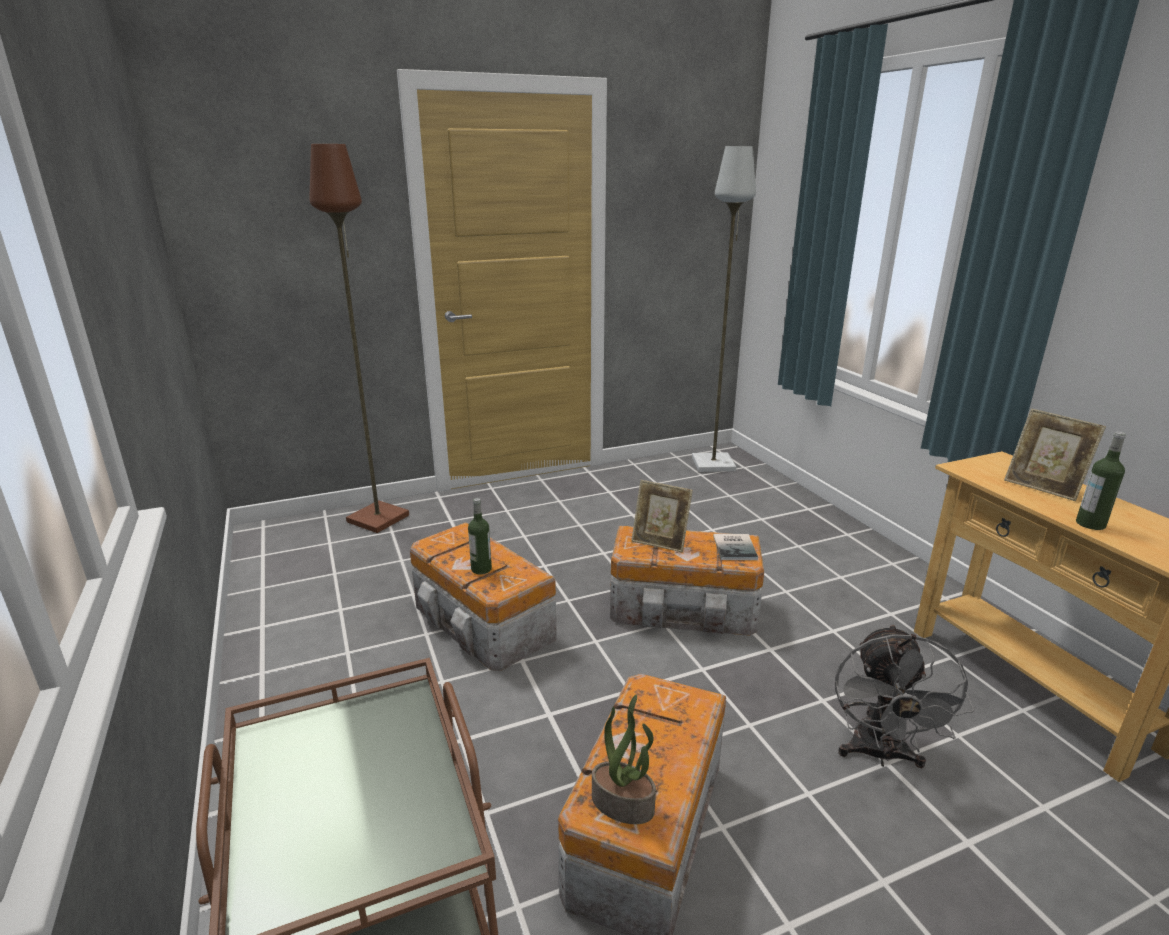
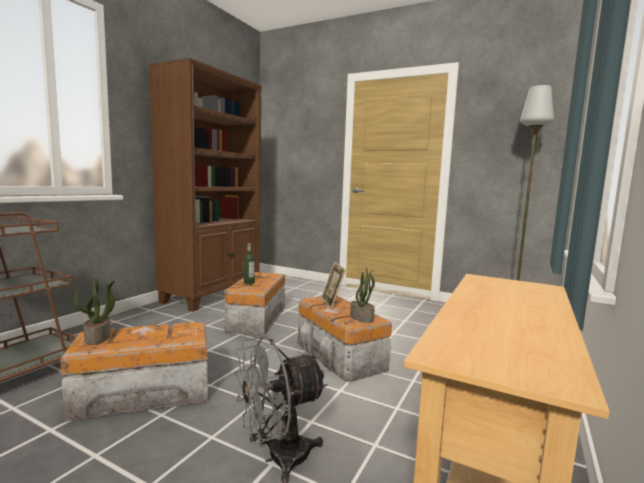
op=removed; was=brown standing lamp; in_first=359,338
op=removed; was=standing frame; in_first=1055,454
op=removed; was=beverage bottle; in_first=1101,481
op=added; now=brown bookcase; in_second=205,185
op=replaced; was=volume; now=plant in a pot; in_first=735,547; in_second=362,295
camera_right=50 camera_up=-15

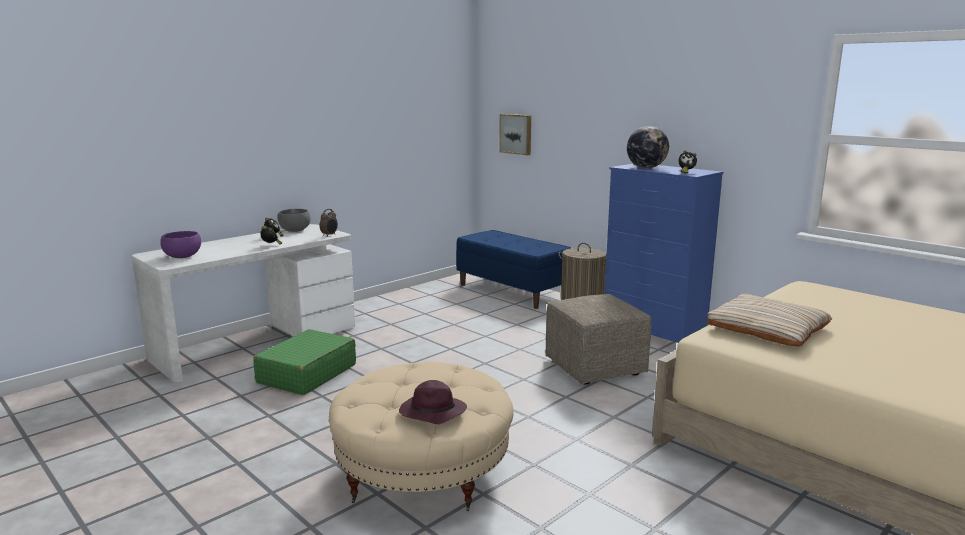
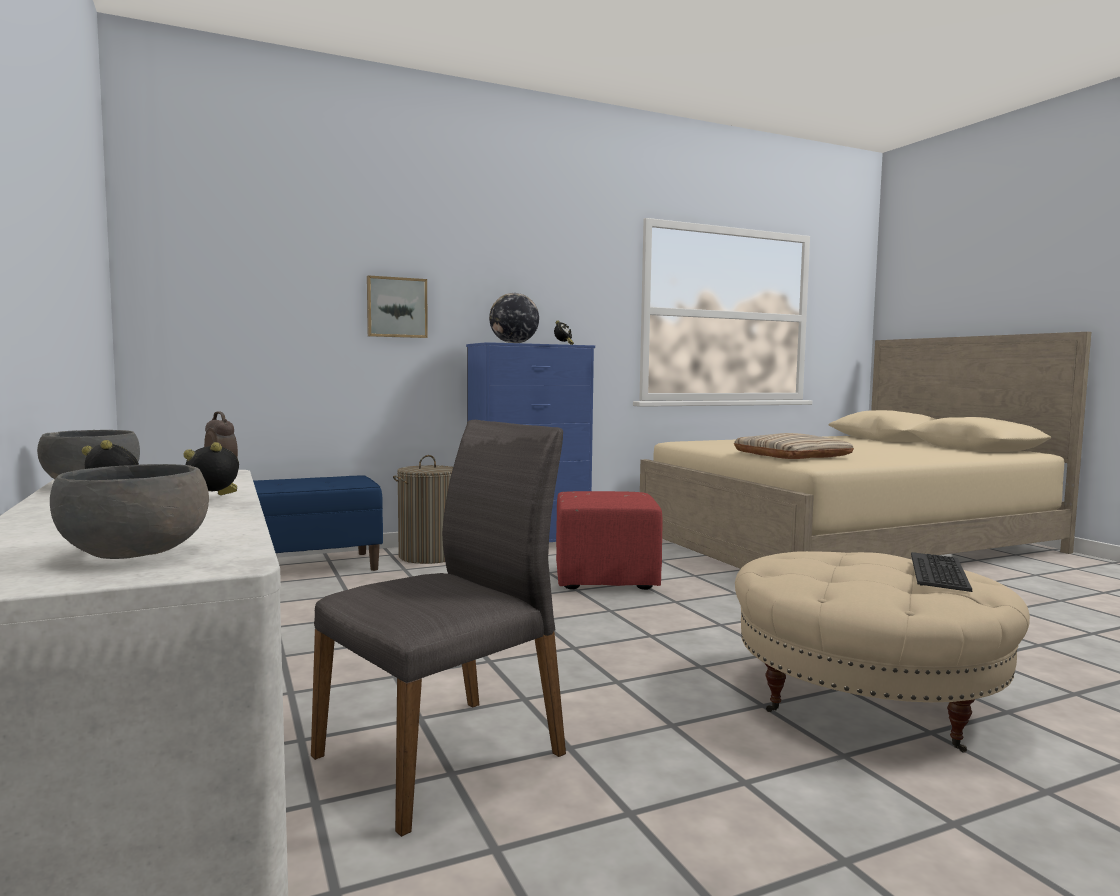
op=moved; was=wall art; in_first=515,134; in_second=397,306
op=replaced; was=green piece of luggage; now=grey upright chair; in_first=304,362; in_second=438,628
op=replaced; was=purplish wearable hat; now=PC keyboard; in_first=433,402; in_second=941,572
op=recoloured; was=purplish deep dish; now=grey deep dish; in_first=180,244; in_second=129,511
op=recoloured; was=beige-coloured pouffe; now=red pouffe; in_first=598,339; in_second=609,540
camera_right=-70 camera_up=-10

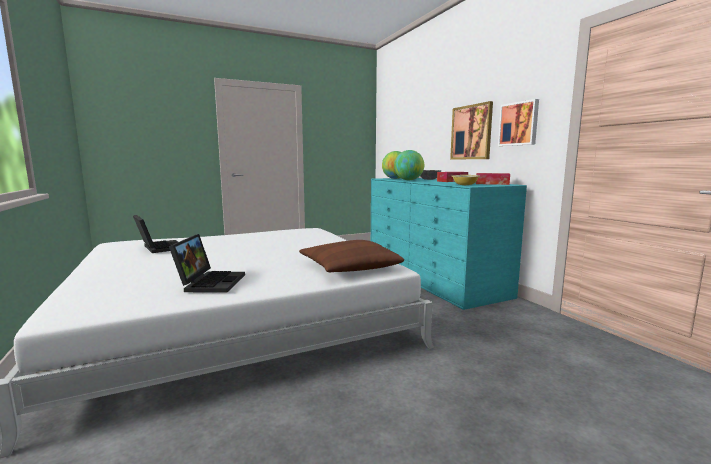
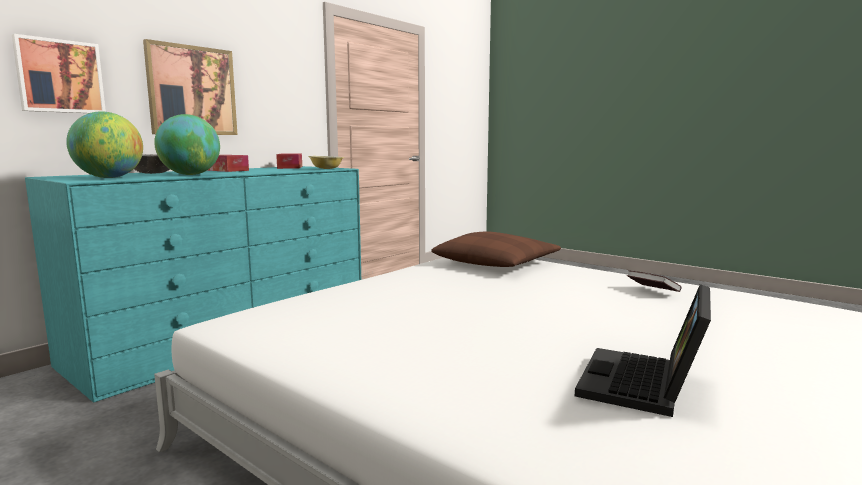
op=moved; was=wall art; in_first=518,122; in_second=59,73
op=replaced; was=portable computer; now=volume; in_first=207,263; in_second=654,281
camera_right=-115 camera_up=0

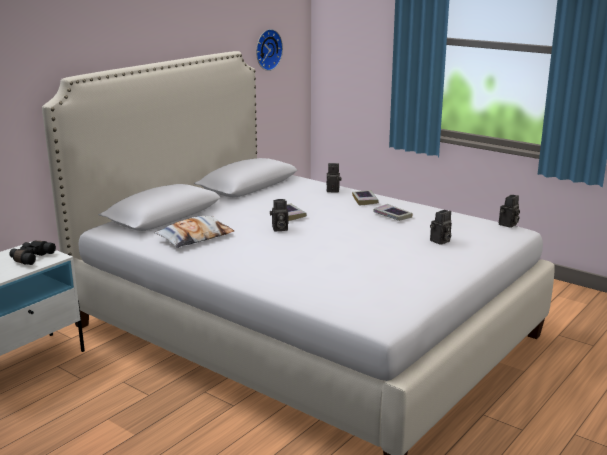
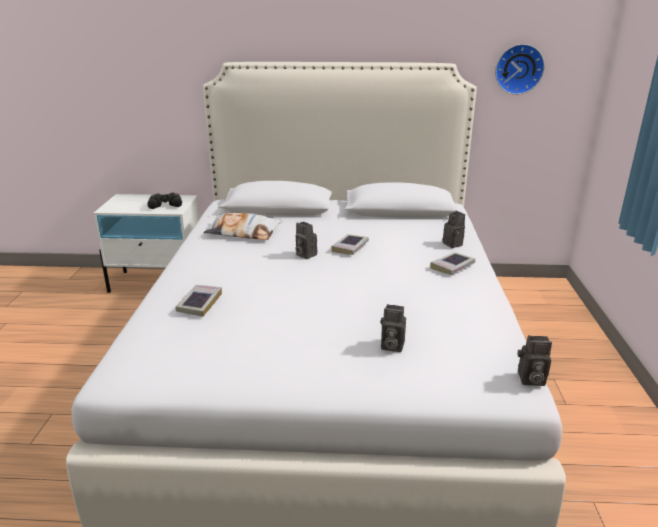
op=moved; was=volume; in_first=393,212; in_second=199,301
camera_right=55 camera_up=5

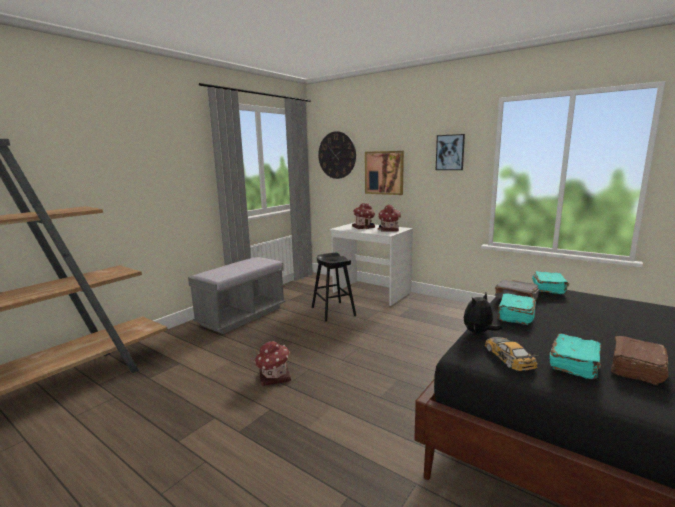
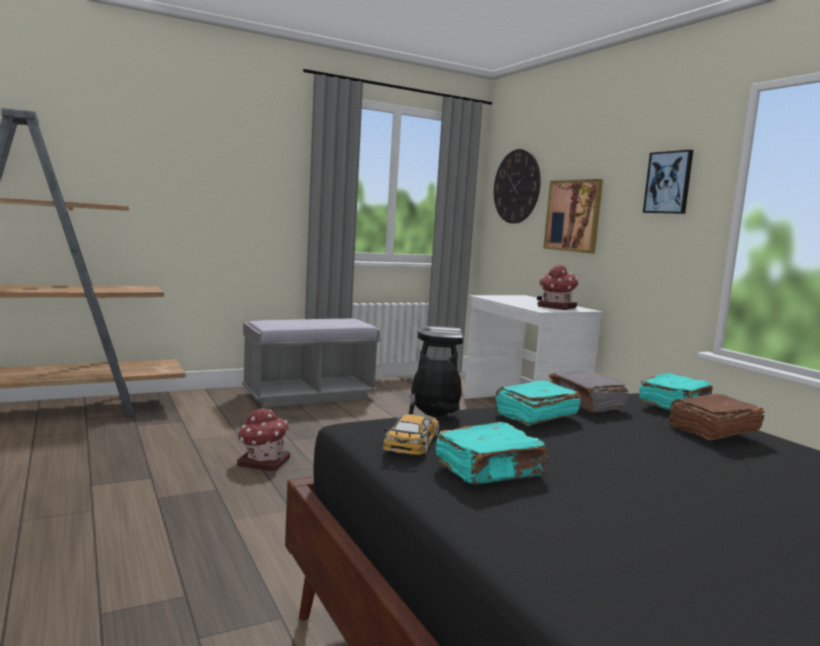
op=removed; was=miniature house; in_first=363,216
op=moved; was=brown volume; in_first=640,360; in_second=716,417
camera_right=25 camera_up=-5

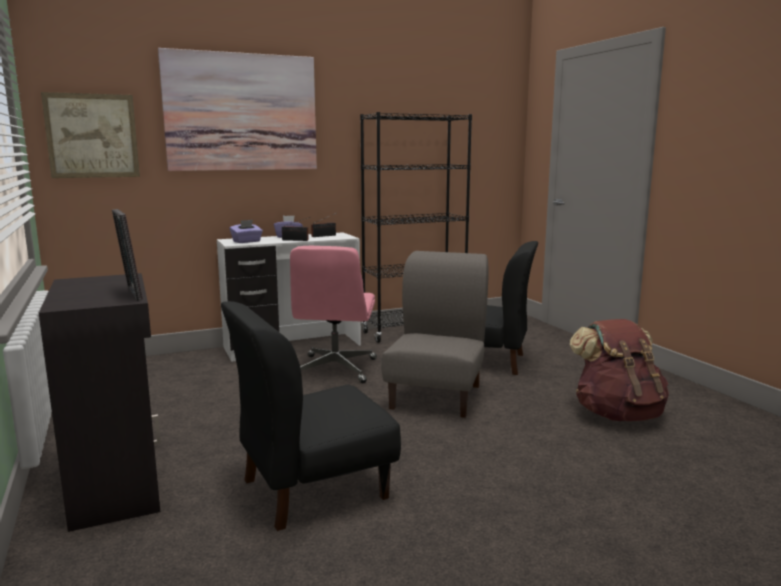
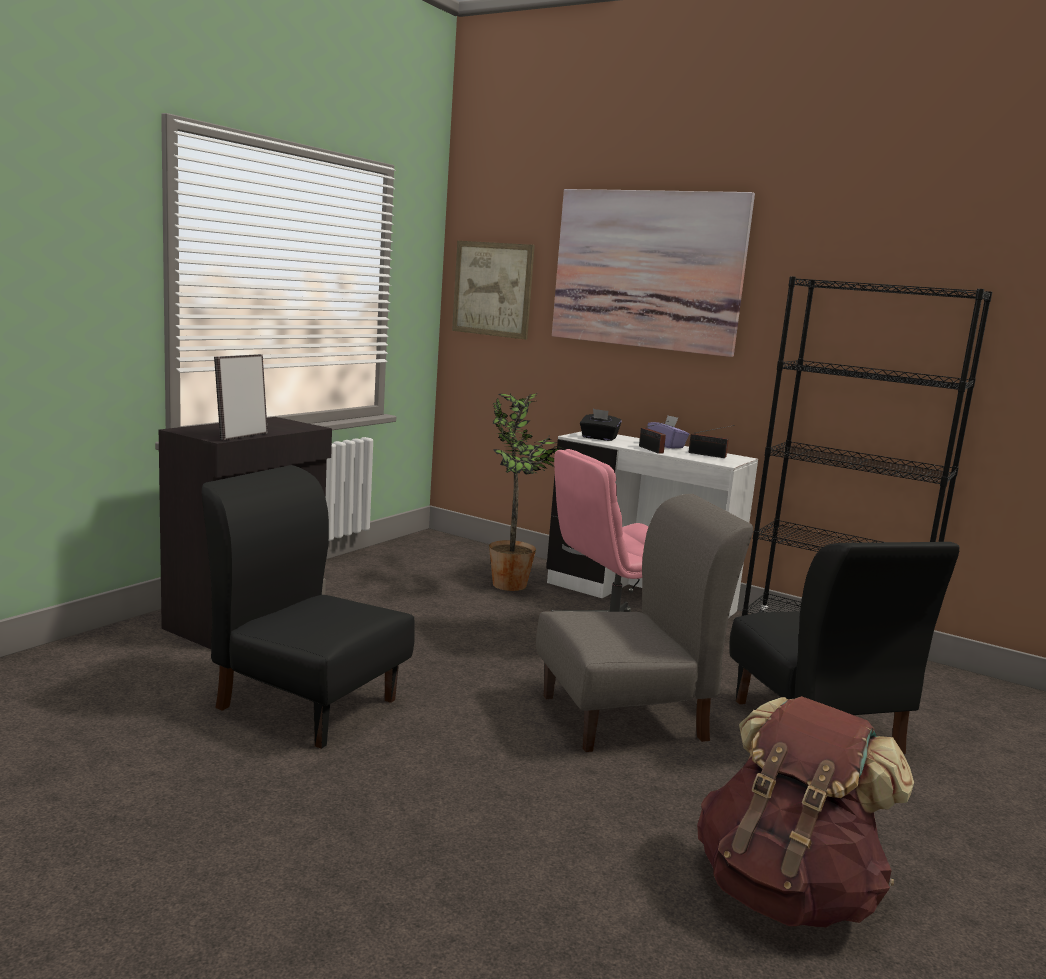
op=added; now=plant in a pot; in_second=527,492
op=recoloured; was=purplish box of tissues; now=black box of tissues; in_first=246,231; in_second=601,425
camera_right=55 camera_up=0

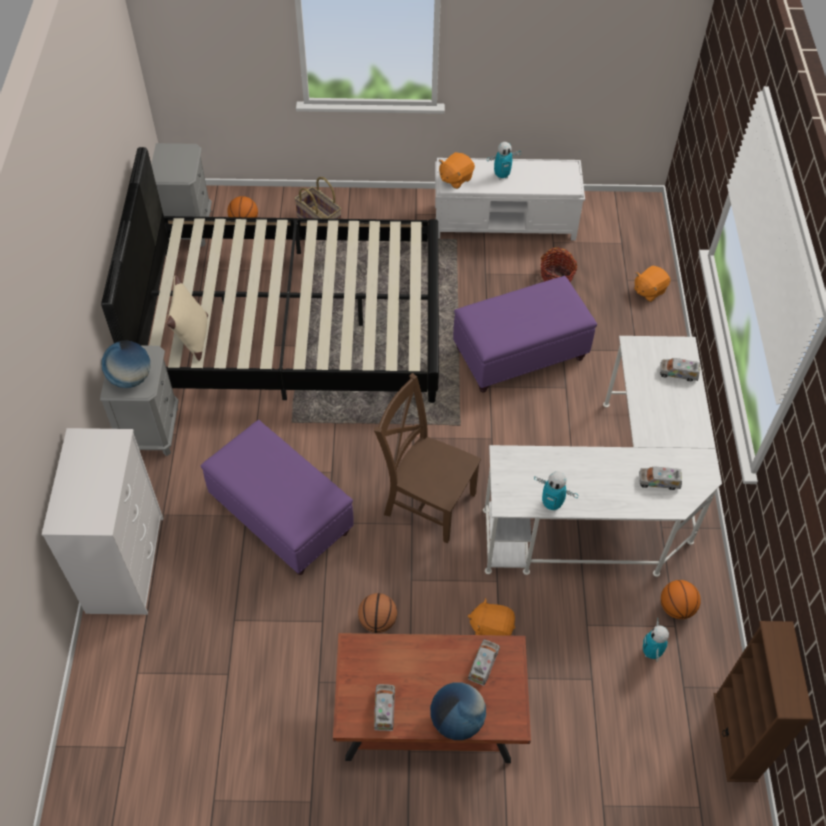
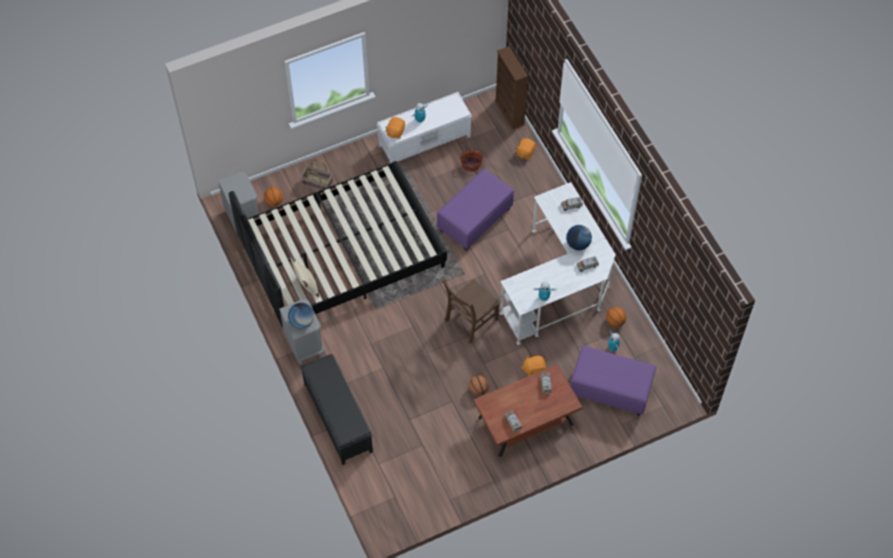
op=moved; was=purplish pouffe; in_first=277,497; in_second=613,381
op=moved; was=globe; in_first=458,711; in_second=579,237
op=moved; was=brown bookcase; in_first=763,701; in_second=511,88
op=replaced; was=white-coloured dresser; now=black long seat; in_first=102,521; in_second=336,409
op=turned; was=brown upright chair; in_first=427,458; in_second=470,311; clockwise=-45
camera_right=-25 camera_up=5

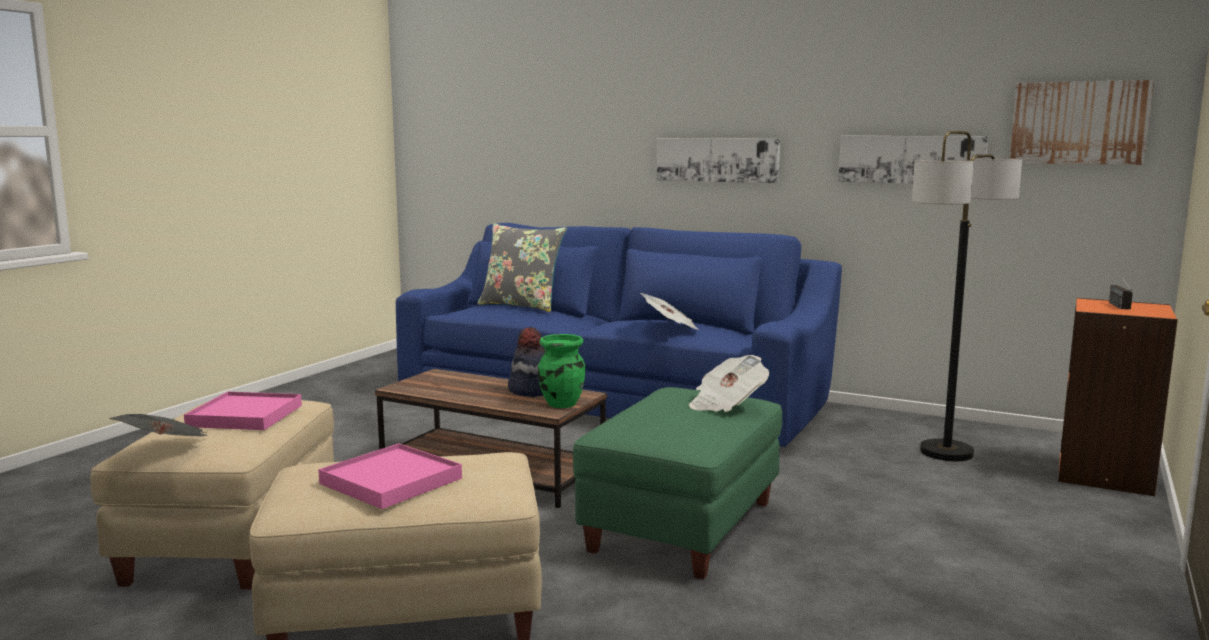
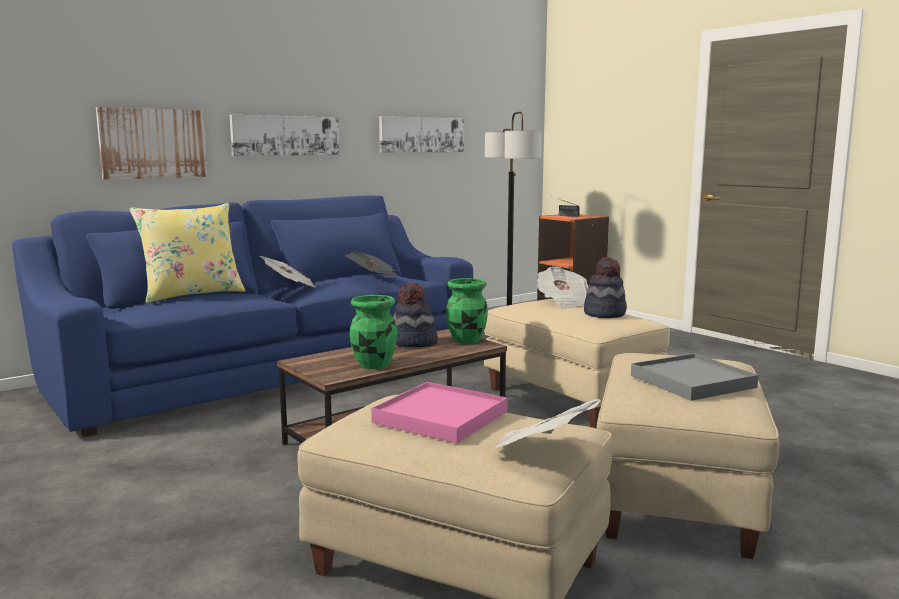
op=added; now=daily paper; in_second=287,271
op=added; now=green vase; in_second=373,332
op=added; now=wearable hat; in_second=605,287
op=moved; was=wall art; in_first=1082,122; in_second=152,143
op=recoloured; was=pink serving tray; now=grey serving tray; in_first=390,476; in_second=694,377
op=recoloured; was=grey pillow; now=yellow-coloured pillow; in_first=522,267; in_second=187,253
op=recoloured; was=green pouffe; now=beige-coloured pouffe; in_first=677,483; in_second=577,363
camera_right=-65 camera_up=0

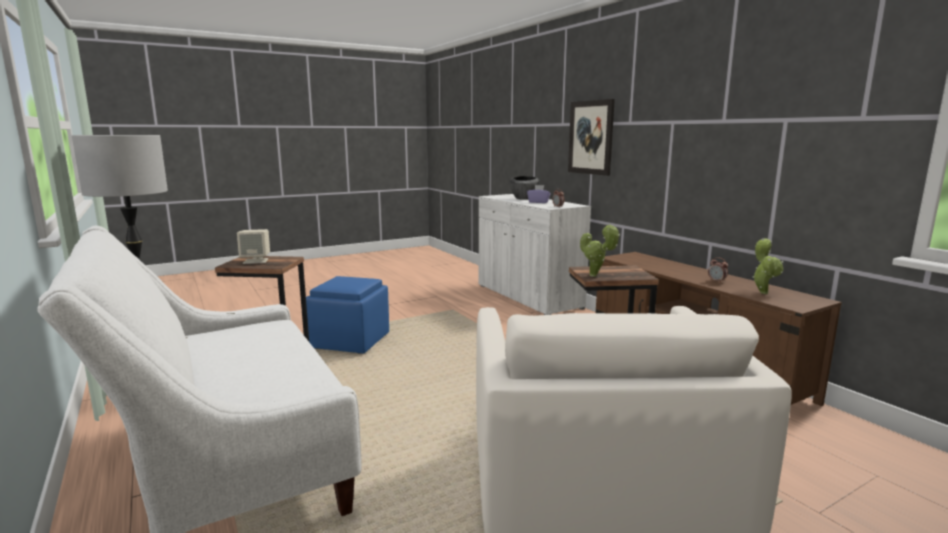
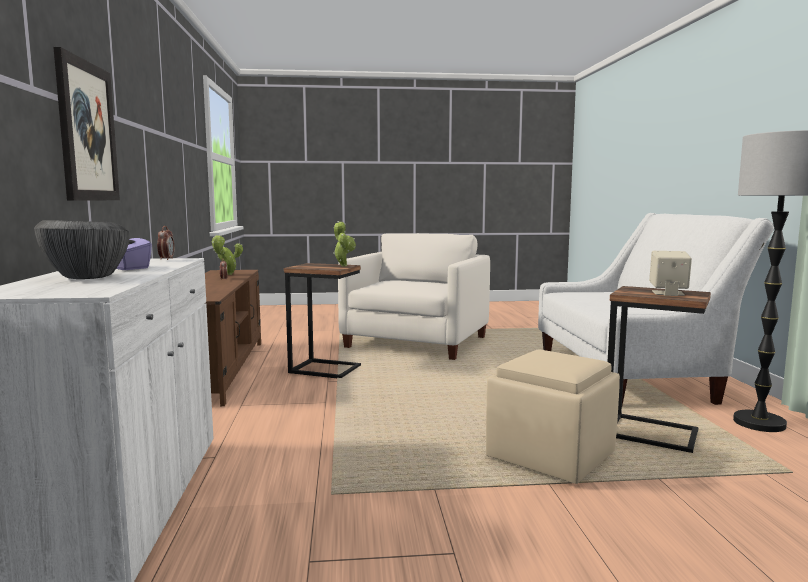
op=recoloured; was=blue pouffe; now=beige-coloured pouffe; in_first=347,315; in_second=553,417
camera_right=-155 camera_up=-5

